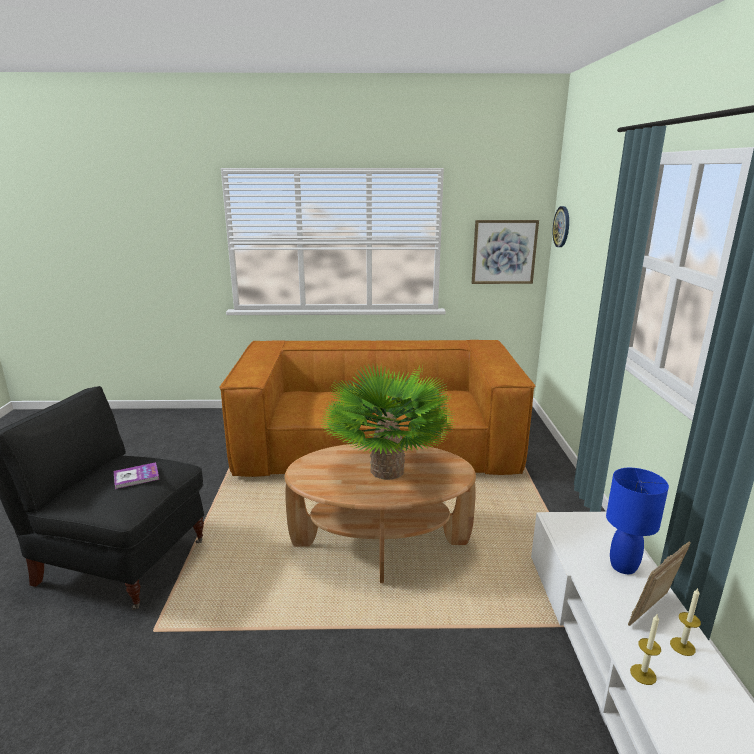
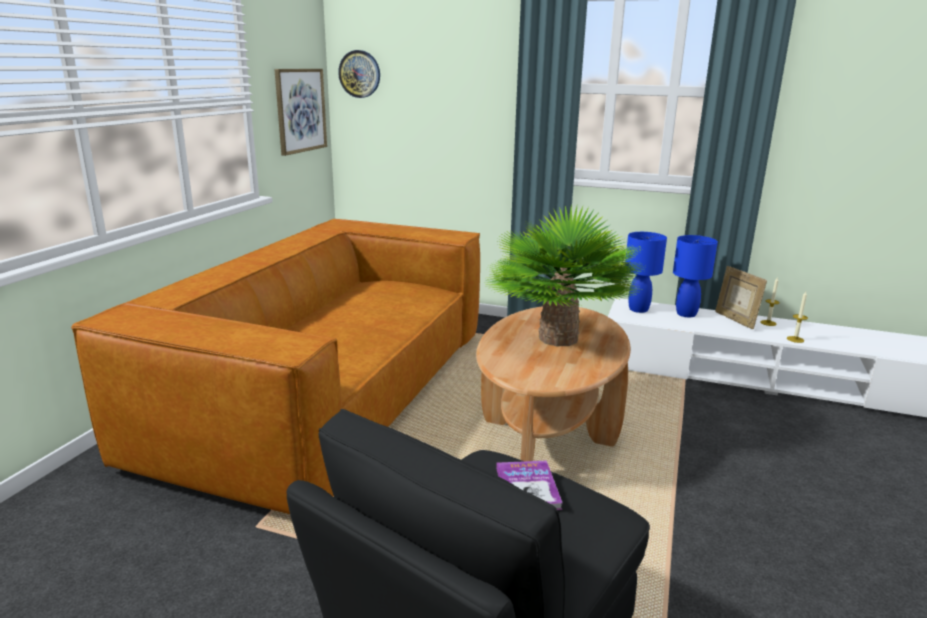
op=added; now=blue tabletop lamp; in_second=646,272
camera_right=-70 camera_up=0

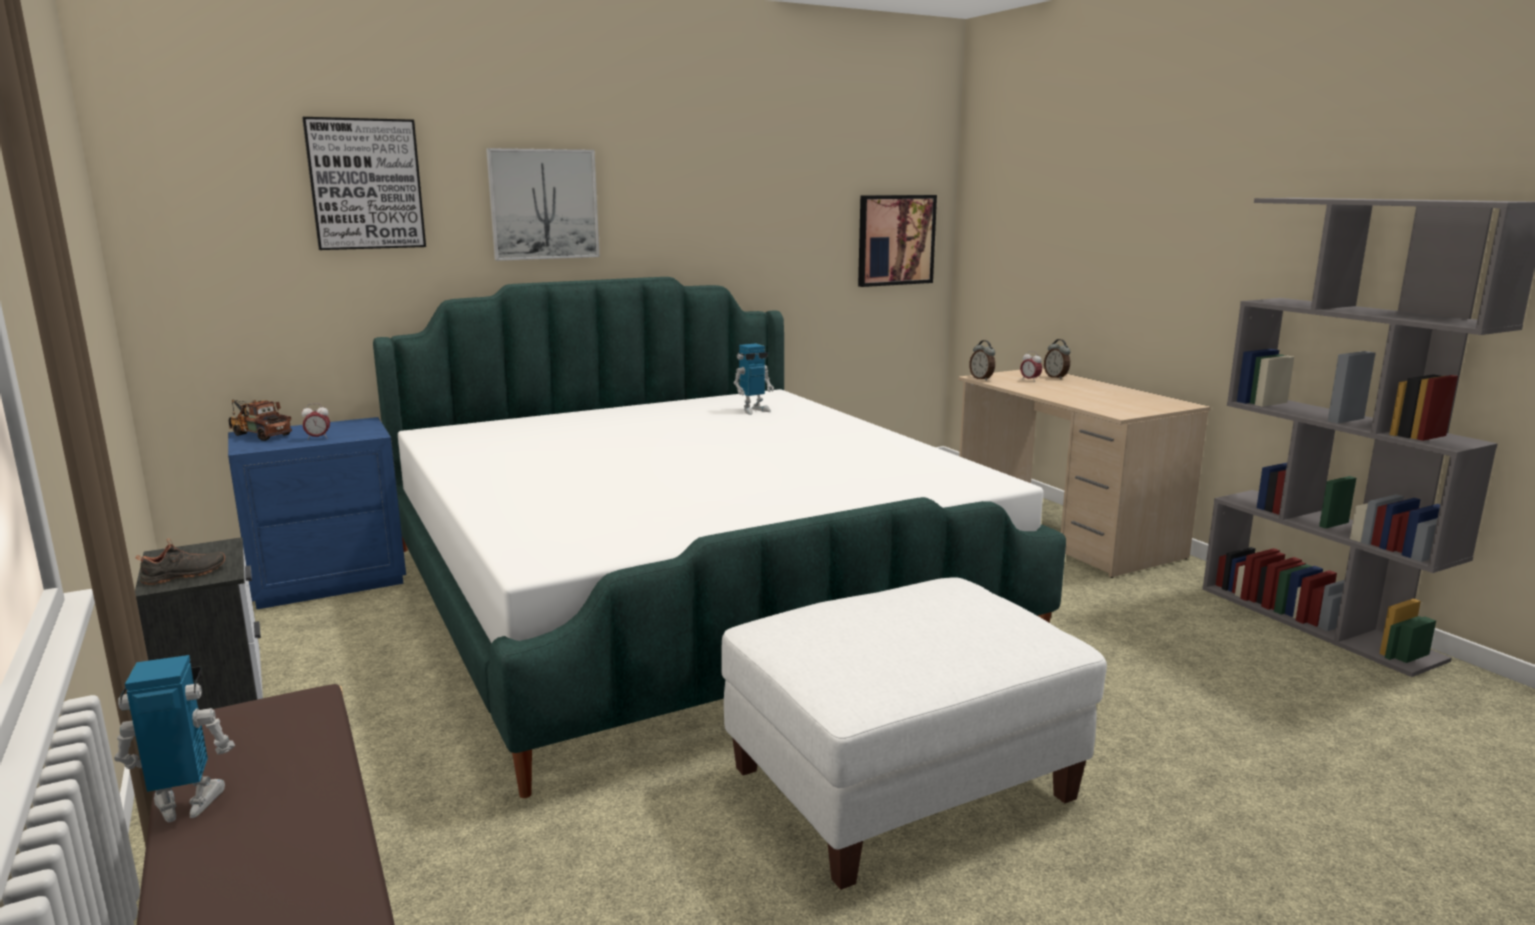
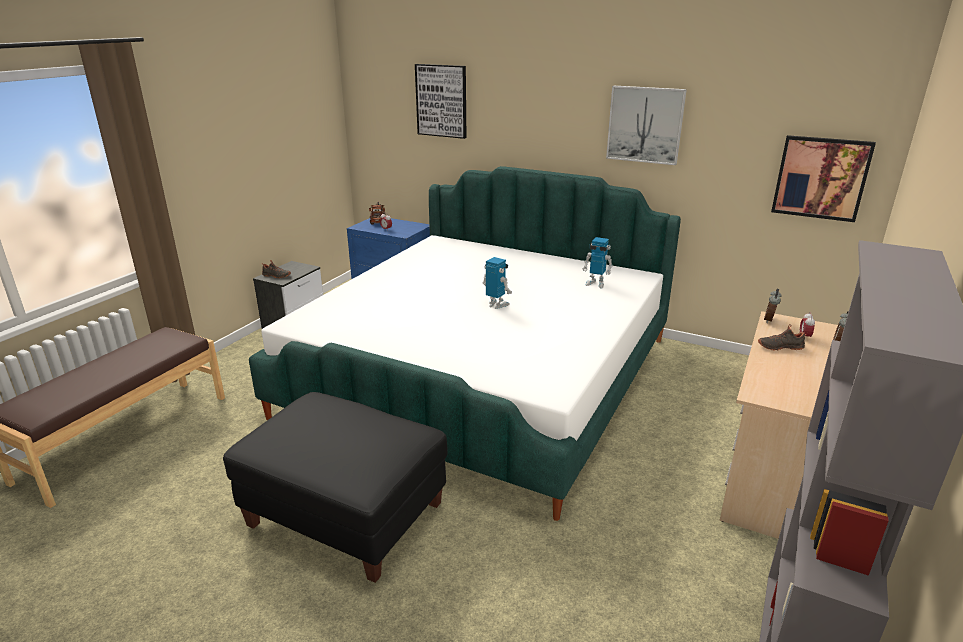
op=added; now=black low shoe; in_second=783,337
op=moved; was=model robot; in_first=174,738; in_second=497,283
op=moved; was=wall art; in_first=543,204; in_second=646,125
op=recoloured; was=white-coloured pouffe; now=black pouffe; in_first=914,733; in_second=335,487
camera_right=55 camera_up=10

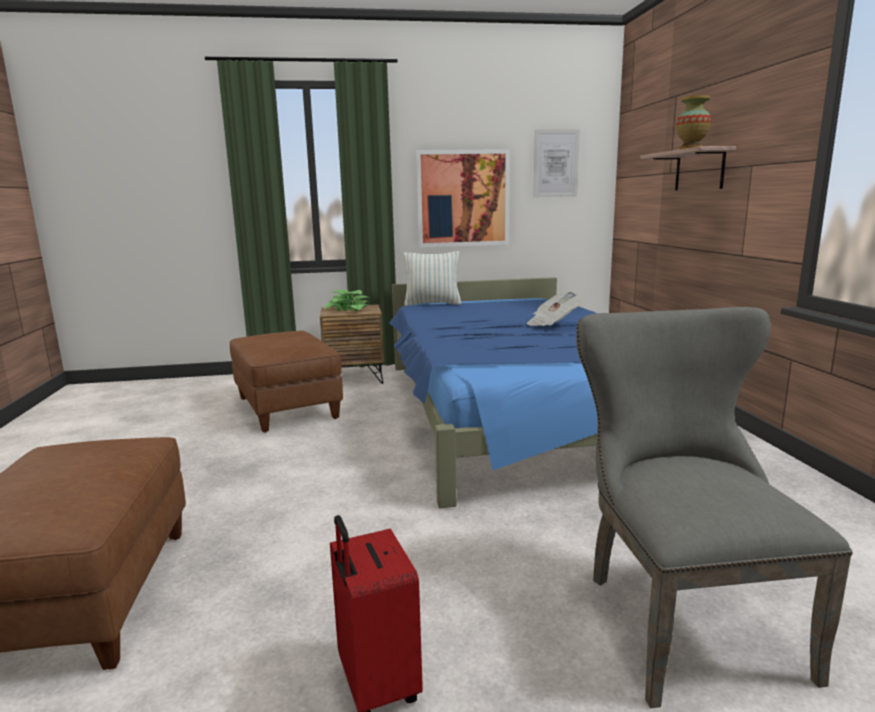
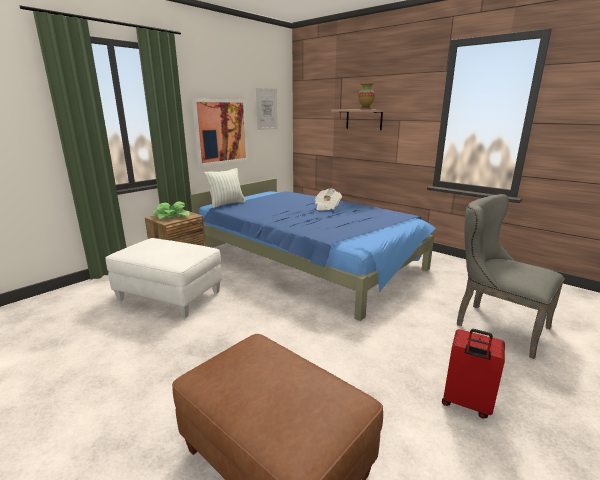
op=recoloured; was=brown pouffe; now=white-coloured pouffe; in_first=286,382; in_second=163,278
camera_right=-40 camera_up=5

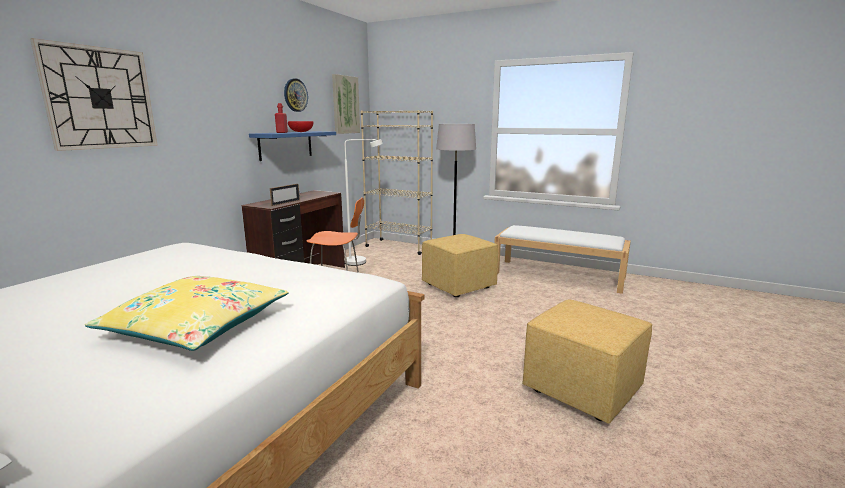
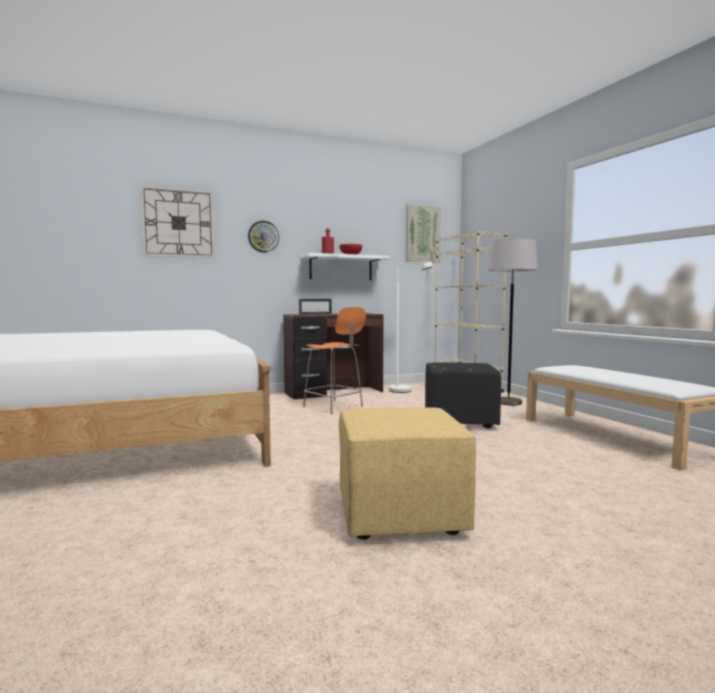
op=removed; was=yellow-coloured pillow; in_first=186,313
op=moved; was=wall clock; in_first=296,95; in_second=264,237
op=recoloured; was=blue wall shelf; now=white-coloured wall shelf; in_first=292,146; in_second=345,266
op=recoloured; was=yellow-coloured pouffe; now=black pouffe; in_first=460,265; in_second=463,395
camera_right=40 camera_up=-10

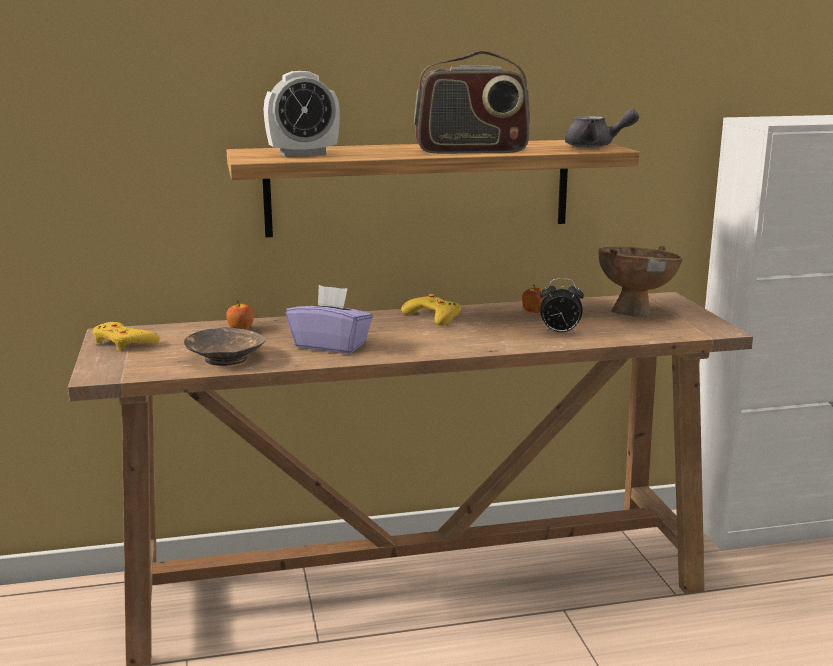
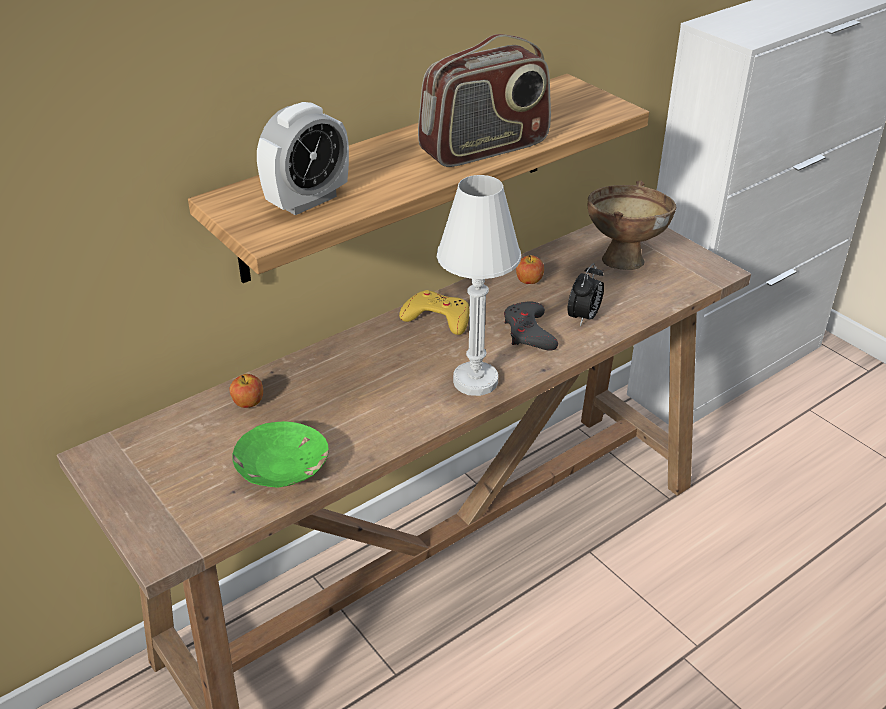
op=removed; was=yellow-coloured gamepad; in_first=125,336
op=removed; was=purplish box of tissues; in_first=329,319
op=removed; was=grey pot for tea; in_first=602,128
op=added; now=white-coloured tabletop lamp; in_second=479,285
op=added; now=grey gamepad; in_second=531,326
op=recoloured; was=brown deep dish; now=green deep dish; in_first=225,346; in_second=281,454
op=turned; was=bedside clock; in_first=562,306; in_second=586,294; clockwise=-45
camera_right=-25 camera_up=20

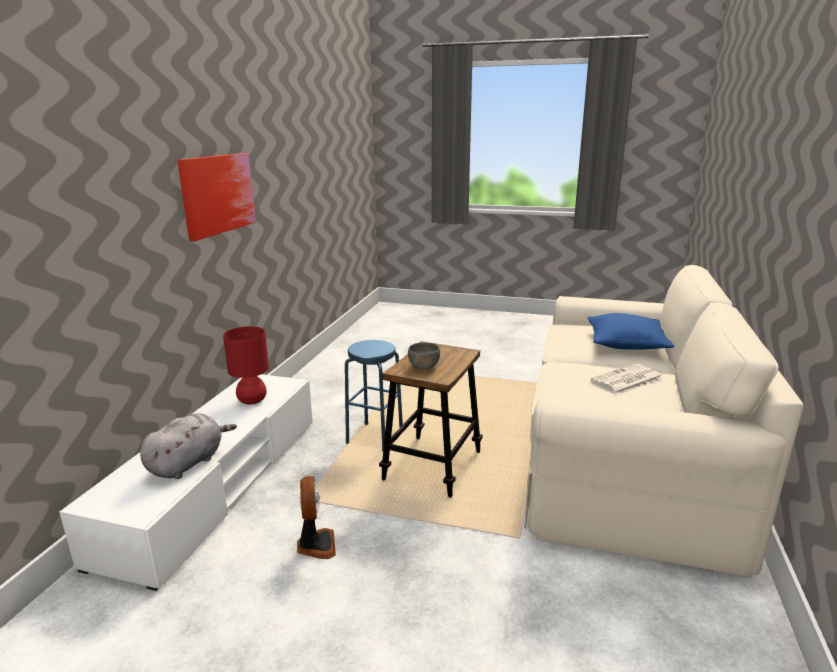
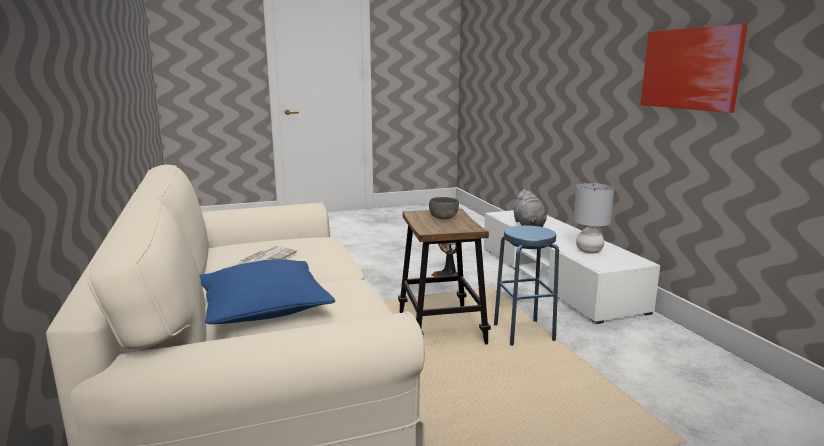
op=recoloured; was=red tabletop lamp; now=grey tabletop lamp; in_first=246,365; in_second=594,218
camera_right=145 camera_up=-5

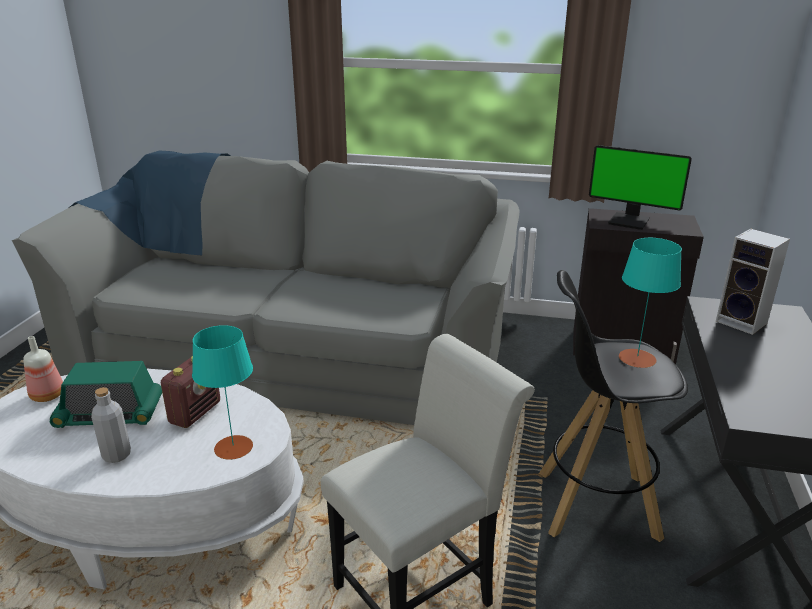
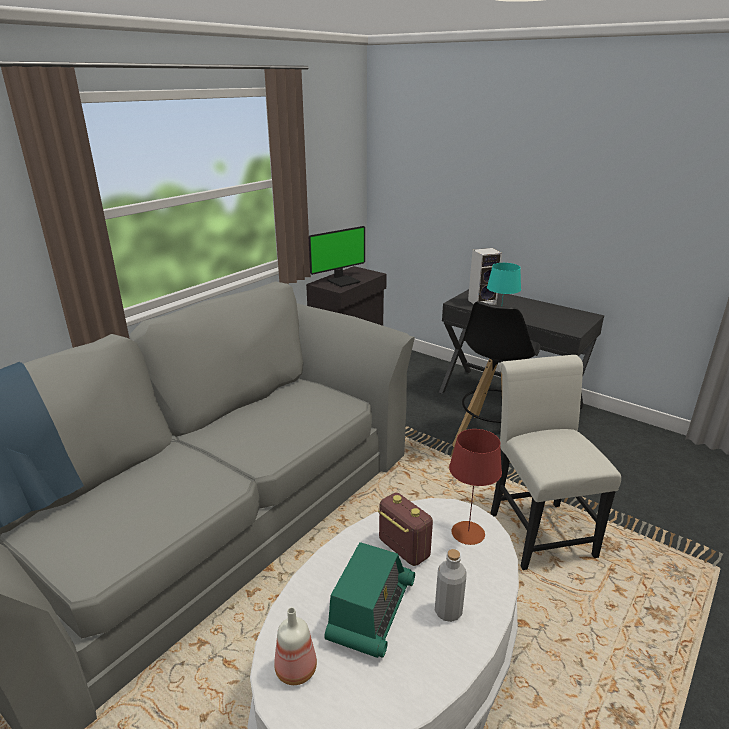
op=recoloured; was=turquoise-coloured tabletop lamp; now=red tabletop lamp; in_first=222,392; in_second=475,487
camera_right=-65 camera_up=0

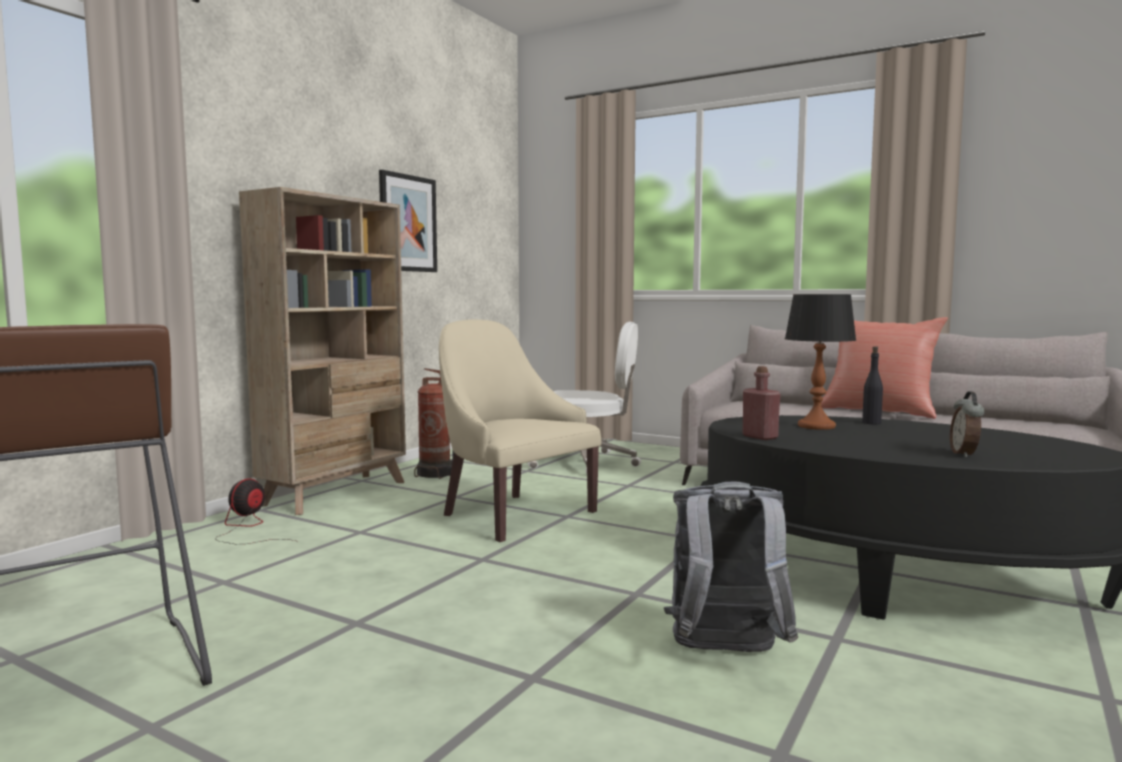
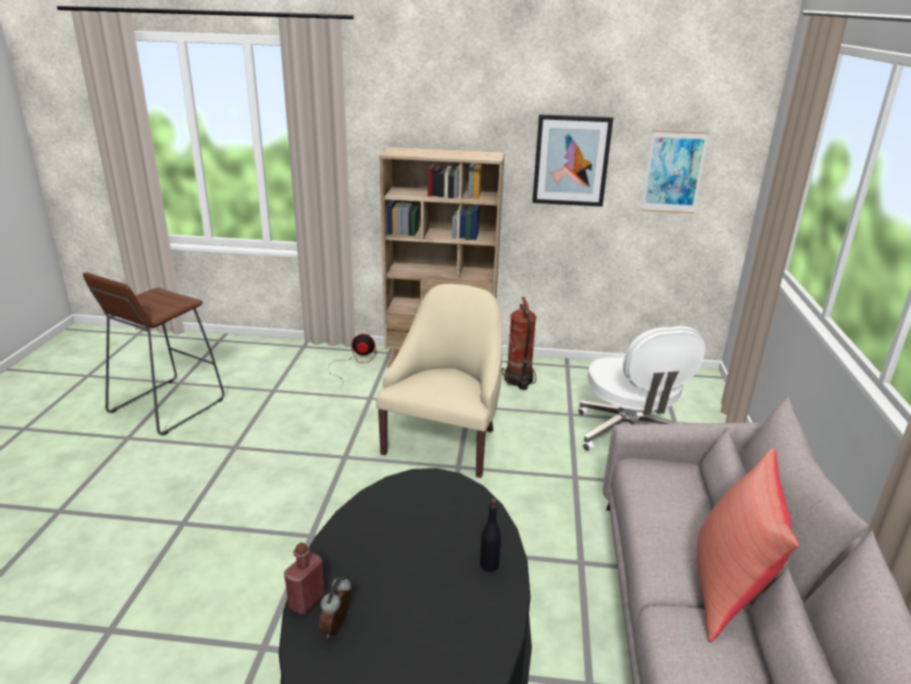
op=removed; was=grey rucksack; in_first=731,567
op=removed; was=tabletop lamp; in_first=820,362
op=added; now=wall art; in_second=675,172
op=moved; was=red beverage bottle; in_first=761,403; in_second=304,578
op=turned; was=bedside clock; in_first=967,424; in_second=335,607; clockwise=-60
camera_right=65 camera_up=20

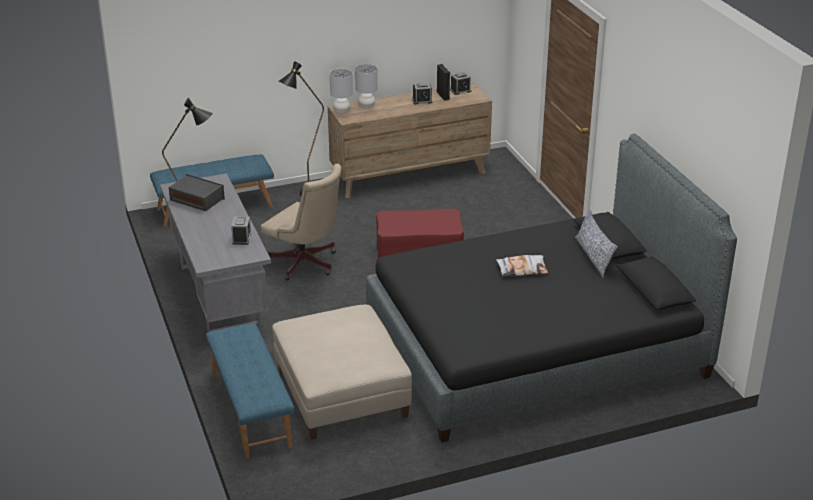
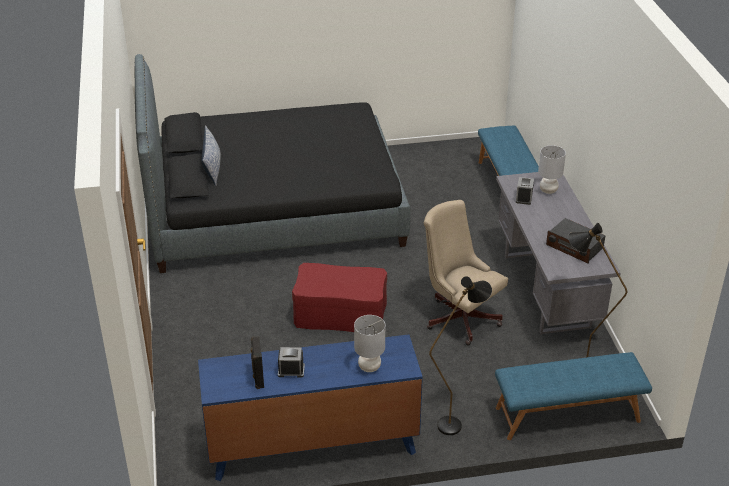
op=removed; was=beige-coloured pouffe; in_first=342,372
op=removed; was=bedside clock; in_first=460,83
op=removed; was=pillow; in_first=522,266
op=moved; was=grey tabletop lamp; in_first=341,91; in_second=552,169
op=recoloured; was=brown dresser; now=blue dresser; in_first=410,140; in_second=310,407
camera_right=-170 camera_up=5

